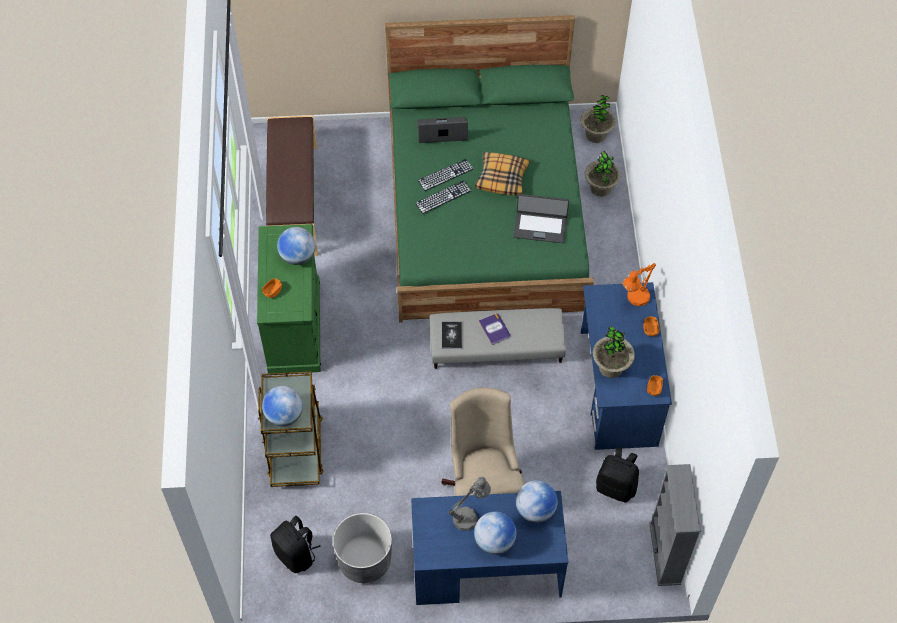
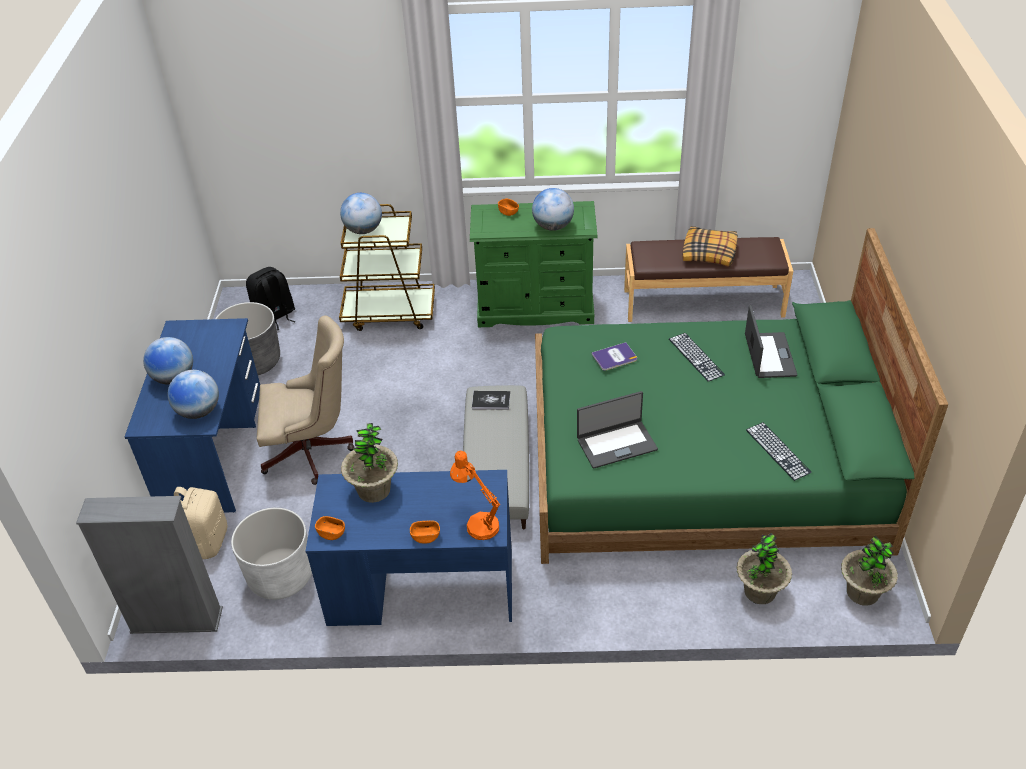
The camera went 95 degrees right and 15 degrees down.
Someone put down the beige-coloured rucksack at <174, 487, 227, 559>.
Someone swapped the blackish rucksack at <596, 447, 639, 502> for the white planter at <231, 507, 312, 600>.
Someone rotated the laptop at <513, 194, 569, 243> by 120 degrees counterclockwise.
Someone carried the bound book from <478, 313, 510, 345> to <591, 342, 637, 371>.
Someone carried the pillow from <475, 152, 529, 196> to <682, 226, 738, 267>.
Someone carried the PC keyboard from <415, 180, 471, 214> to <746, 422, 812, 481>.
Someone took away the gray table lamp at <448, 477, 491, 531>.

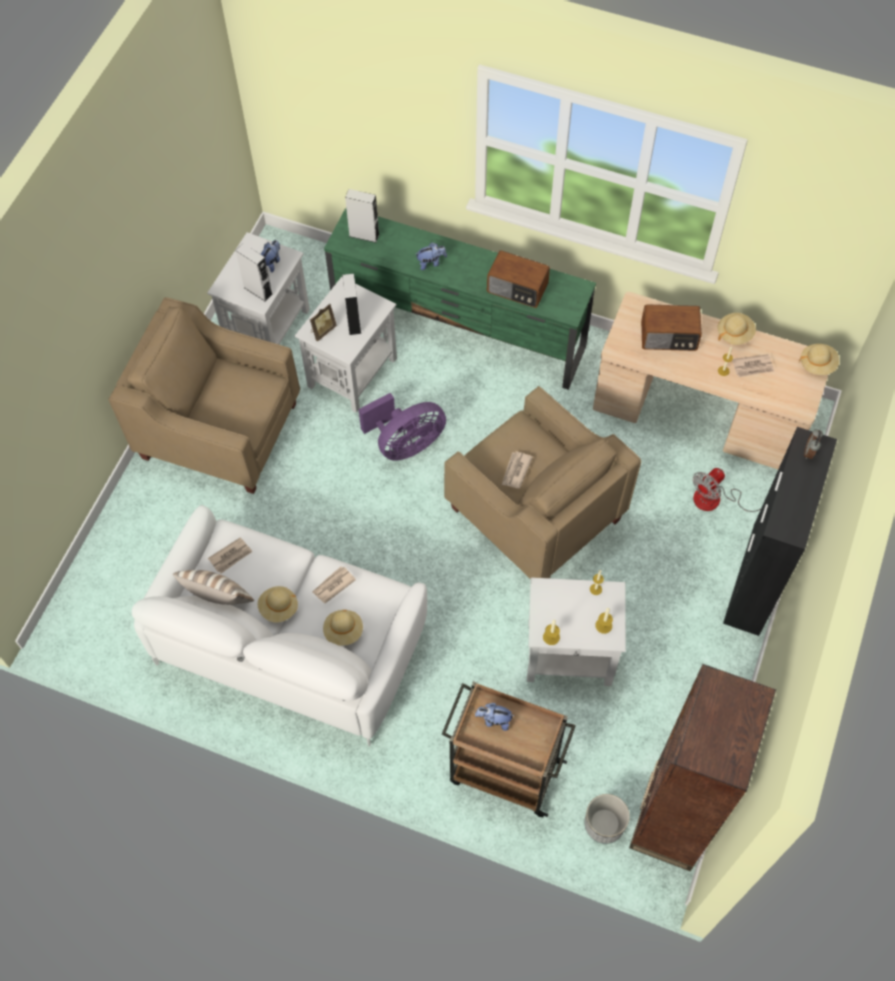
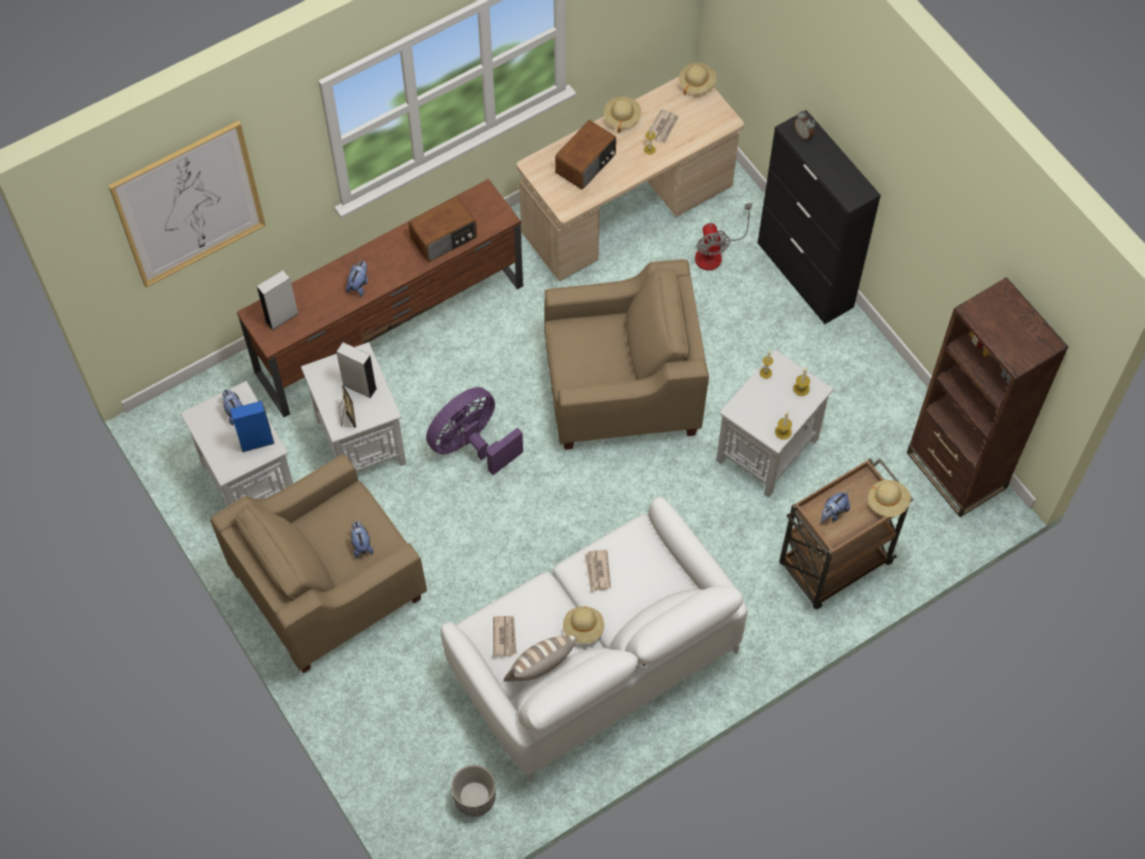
The camera went 55 degrees left and 0 degrees up.
Someone put up the wall picture at <108, 120, 266, 288>.
Someone repainted the gray audio speaker at <236, 243, 273, 302>, which became the blue-coloured audio speaker at <230, 401, 274, 452>.
Someone repainted the green media console at <324, 208, 596, 390>, which became the brown media console at <237, 179, 523, 417>.
Someone put down the soft toy at <351, 521, 373, 558>.
Someone rotated the purple electric fan at <358, 393, 446, 461> by 135 degrees counterclockwise.
Someone carried the planter from <585, 794, 630, 844> to <451, 765, 496, 817>.
Someone carried the beige-coloured clothing hat from <323, 610, 363, 646> to <868, 480, 911, 517>.
Someone took away the newspaper at <502, 451, 533, 488>.

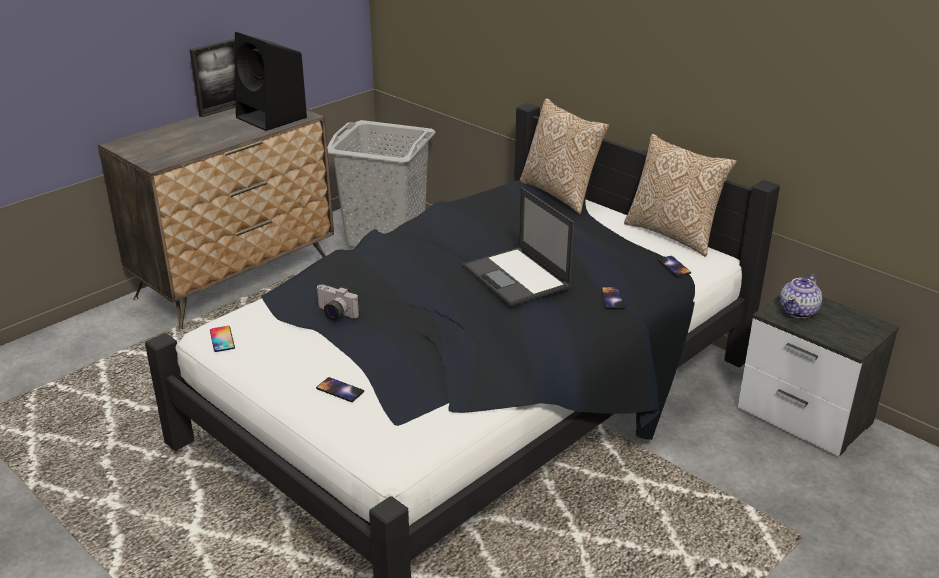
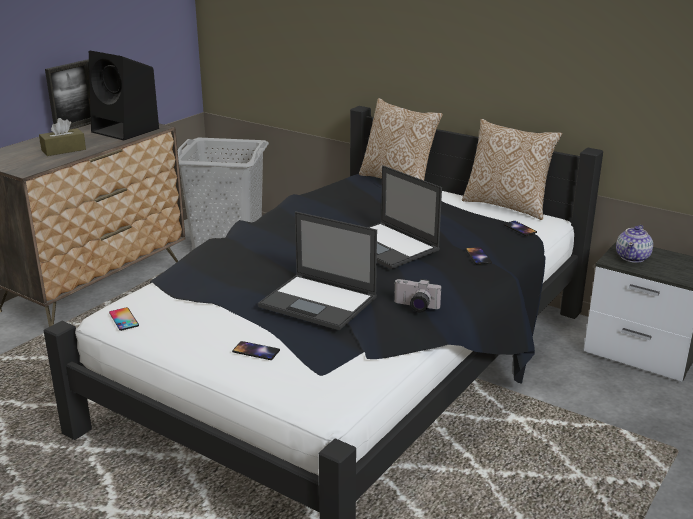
The camera went 10 degrees left and 5 degrees down.
Someone put down the brown tissue box at <39, 118, 86, 156>.
Someone put down the laptop at <258, 211, 377, 330>.
Someone carried the still camera from <317, 285, 360, 320> to <394, 279, 442, 312>.

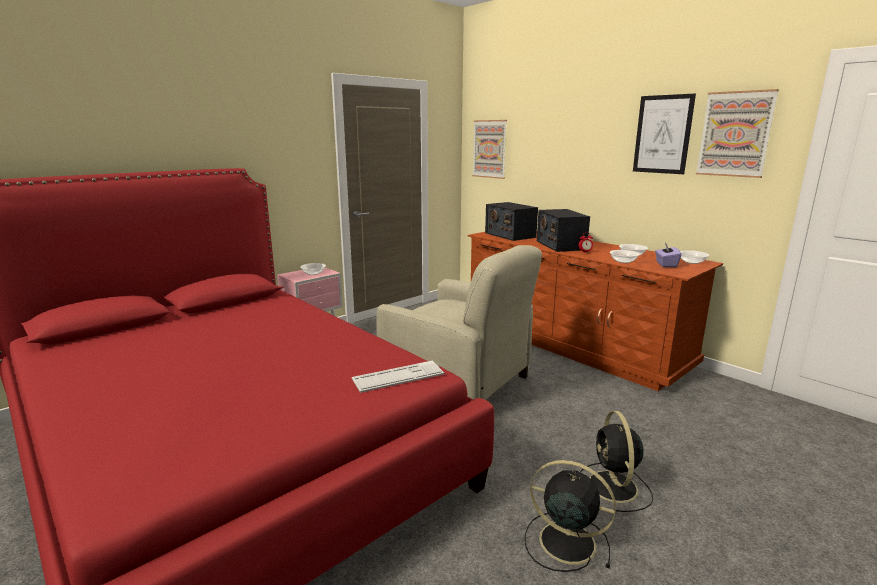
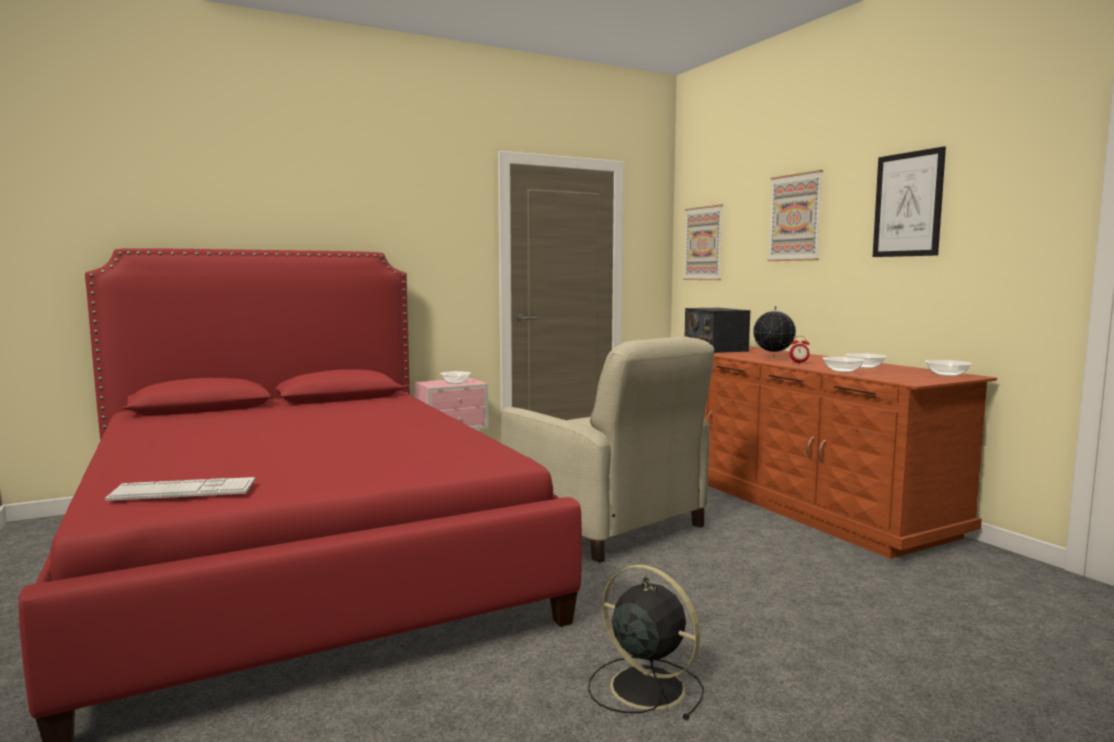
The camera went 15 degrees right and 10 degrees down.
Someone carried the PC keyboard from <352, 360, 444, 393> to <105, 477, 255, 501>.
Someone swapped the radio receiver at <537, 209, 590, 252> for the world globe at <753, 306, 796, 358>.
Someone carried the wall picture from <696, 89, 779, 178> to <767, 170, 823, 261>.
Someone took away the blackish electric fan at <580, 411, 653, 512>.
Someone took away the purple tissue box at <655, 243, 681, 267>.

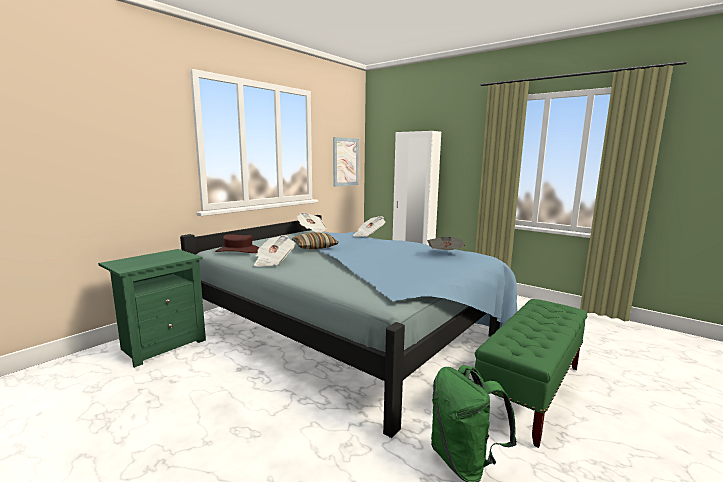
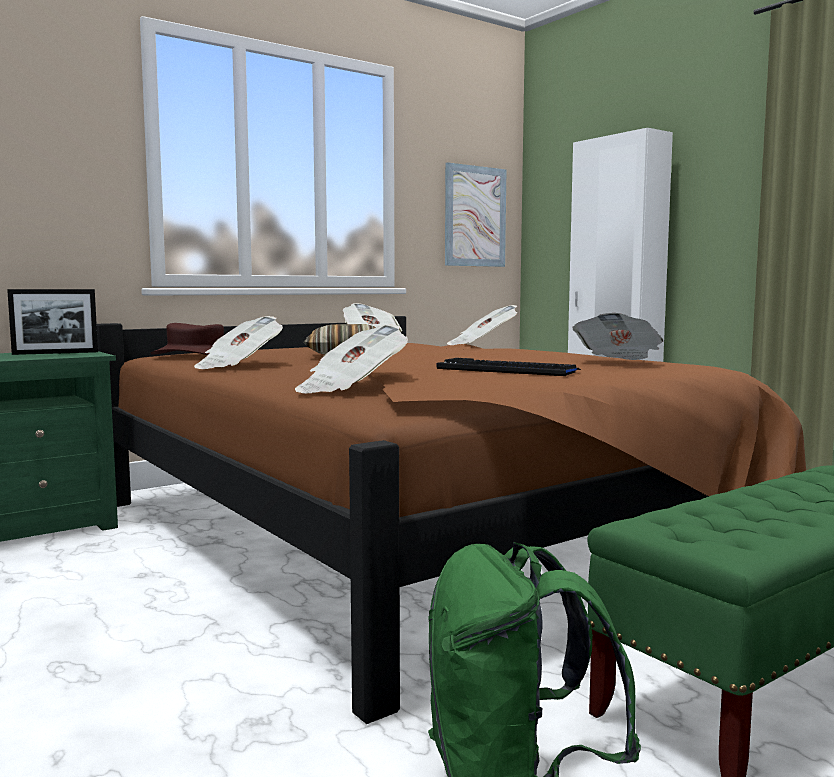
The camera went 15 degrees right and 5 degrees down.
Someone put down the picture frame at <7, 289, 98, 355>.
Someone repainted the blue-coloured bed at <180, 215, 518, 438>, which became the brown bed at <97, 316, 806, 724>.
Someone put down the newspaper at <295, 324, 408, 393>.
Someone put down the PC keyboard at <436, 358, 581, 376>.

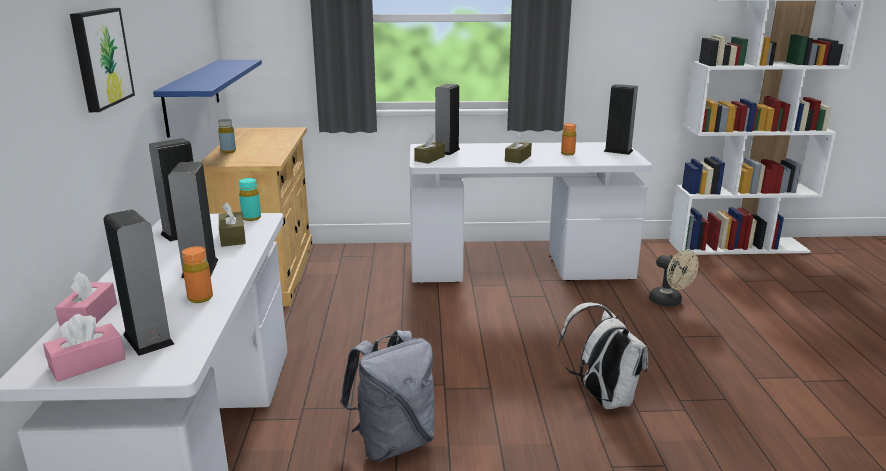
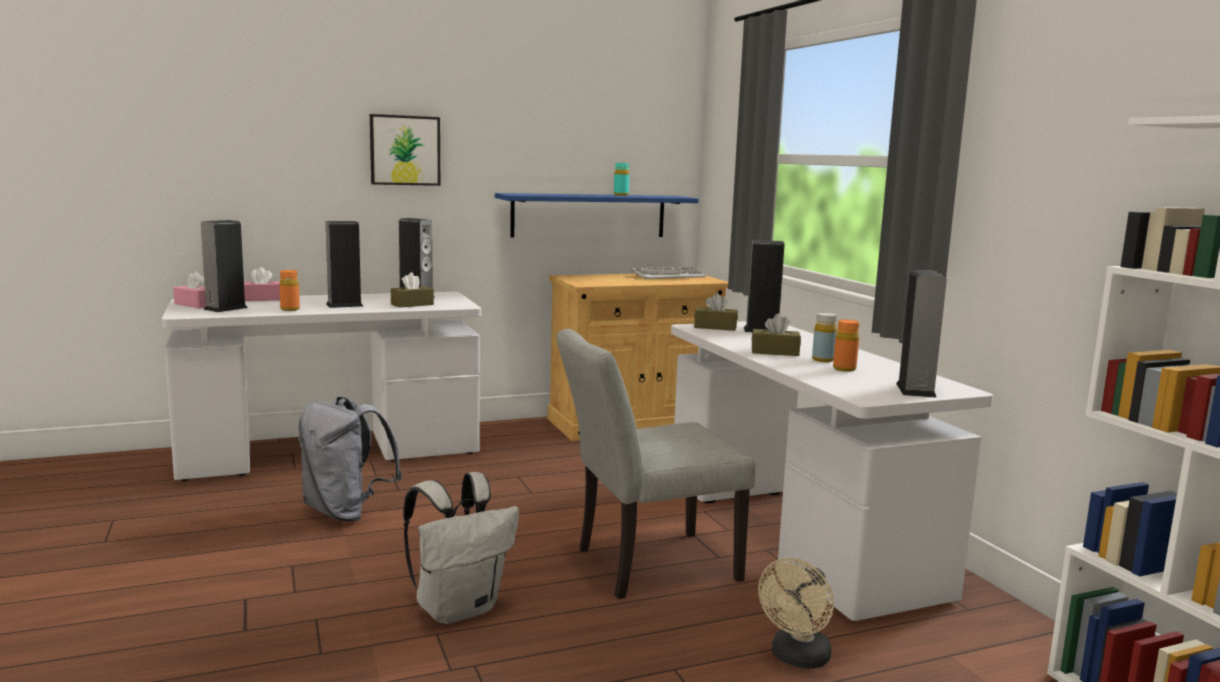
The camera went 70 degrees right and 10 degrees down.
Someone put down the gray plain chair at <557, 329, 756, 599>.
Someone carried the blue-green bottle from <239, 178, 261, 221> to <614, 163, 629, 196>.
Someone put down the PC keyboard at <630, 267, 706, 279>.
Someone carried the yellow-coloured bottle from <218, 119, 236, 153> to <812, 312, 837, 362>.

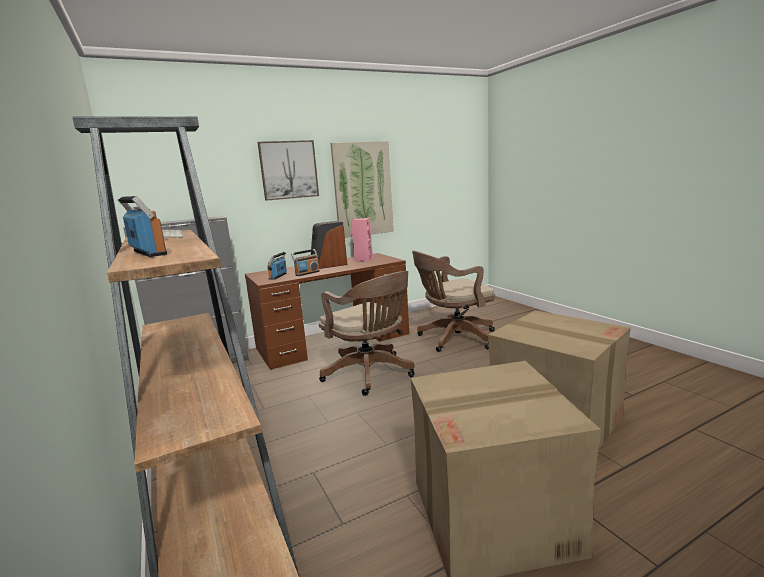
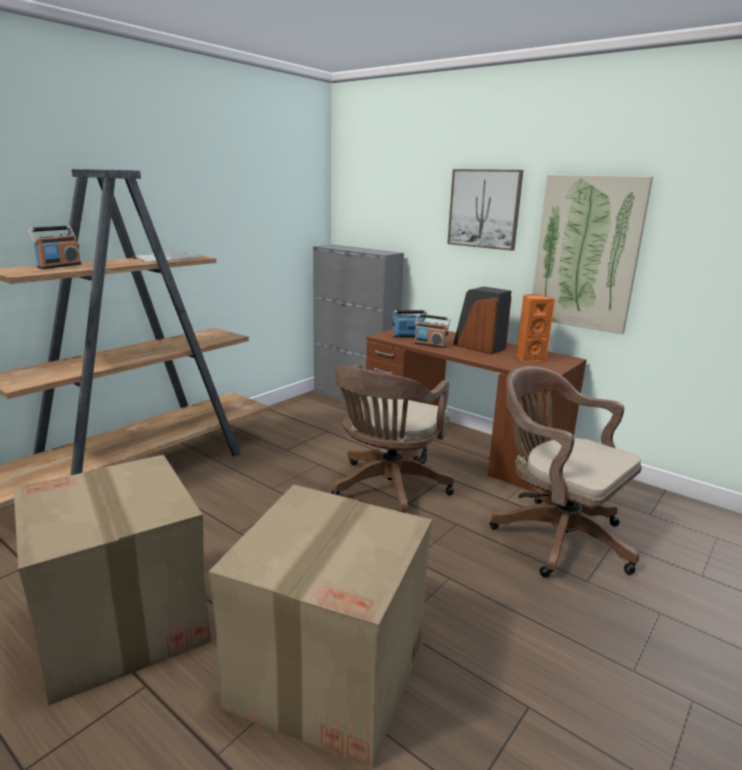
The camera went 65 degrees right and 5 degrees up.
Someone repainted the pink audio speaker at <351, 218, 373, 262>, which became the orangey audio speaker at <516, 294, 555, 362>.

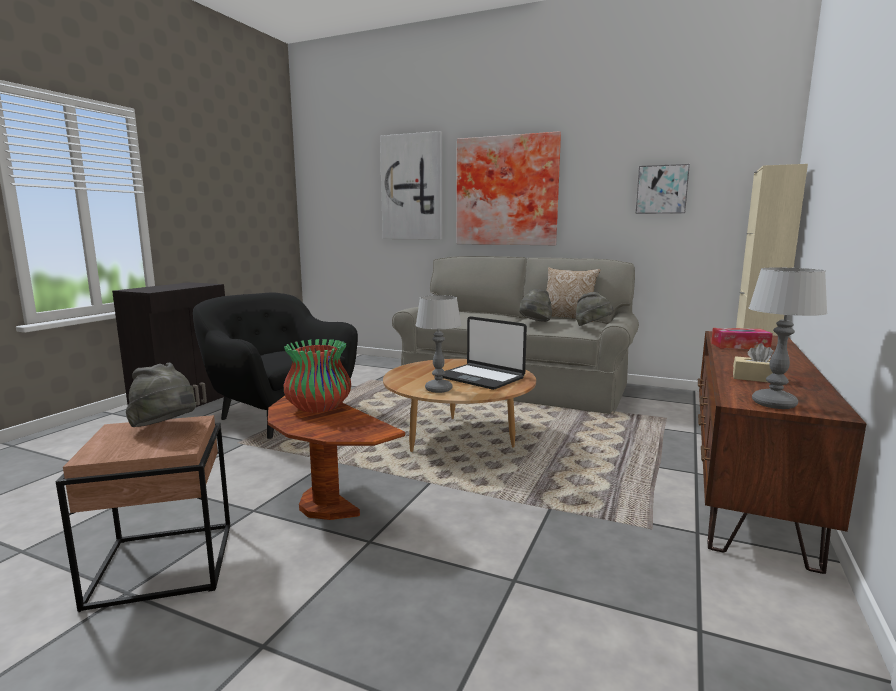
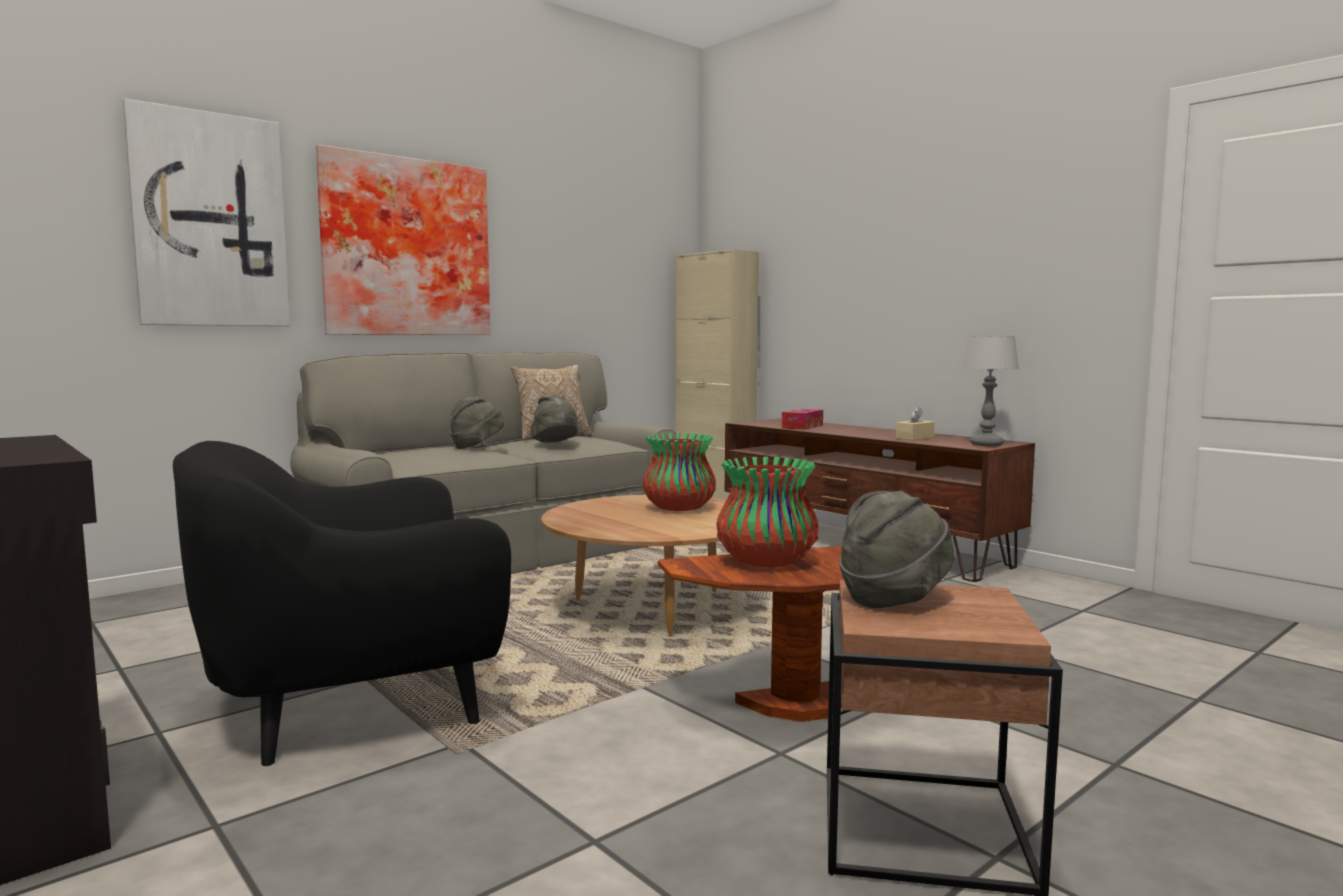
The camera went 65 degrees left and 5 degrees down.
Someone carried the gray clothing hat from <575, 292, 614, 326> to <450, 396, 504, 449>.
Someone swapped the laptop at <443, 316, 527, 390> for the decorative vase at <643, 433, 716, 511>.
Someone took away the table lamp at <416, 295, 461, 393>.
Someone took away the wall picture at <636, 164, 690, 214>.

